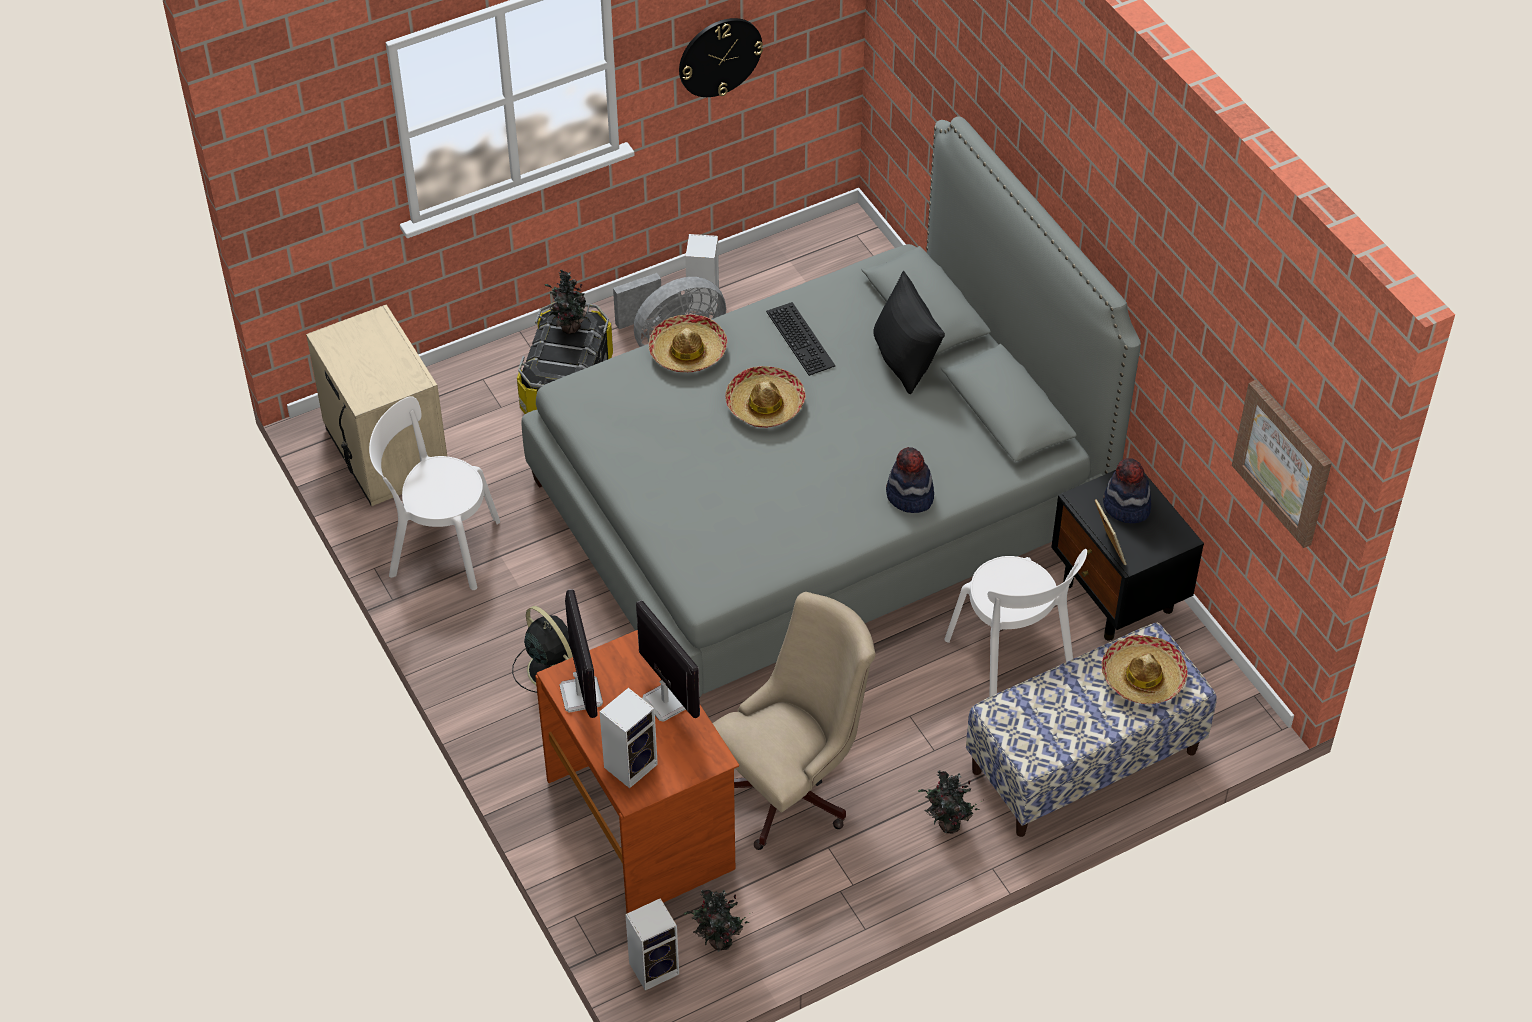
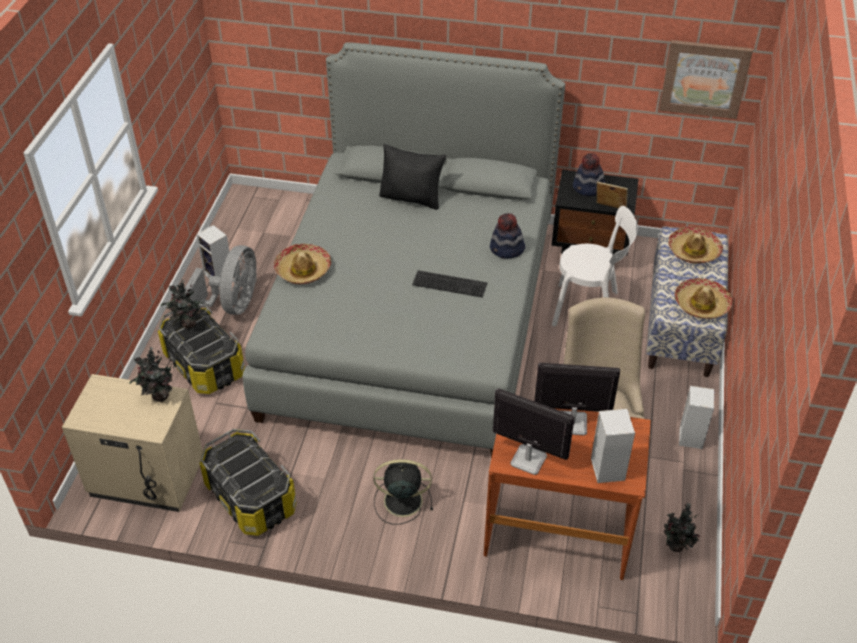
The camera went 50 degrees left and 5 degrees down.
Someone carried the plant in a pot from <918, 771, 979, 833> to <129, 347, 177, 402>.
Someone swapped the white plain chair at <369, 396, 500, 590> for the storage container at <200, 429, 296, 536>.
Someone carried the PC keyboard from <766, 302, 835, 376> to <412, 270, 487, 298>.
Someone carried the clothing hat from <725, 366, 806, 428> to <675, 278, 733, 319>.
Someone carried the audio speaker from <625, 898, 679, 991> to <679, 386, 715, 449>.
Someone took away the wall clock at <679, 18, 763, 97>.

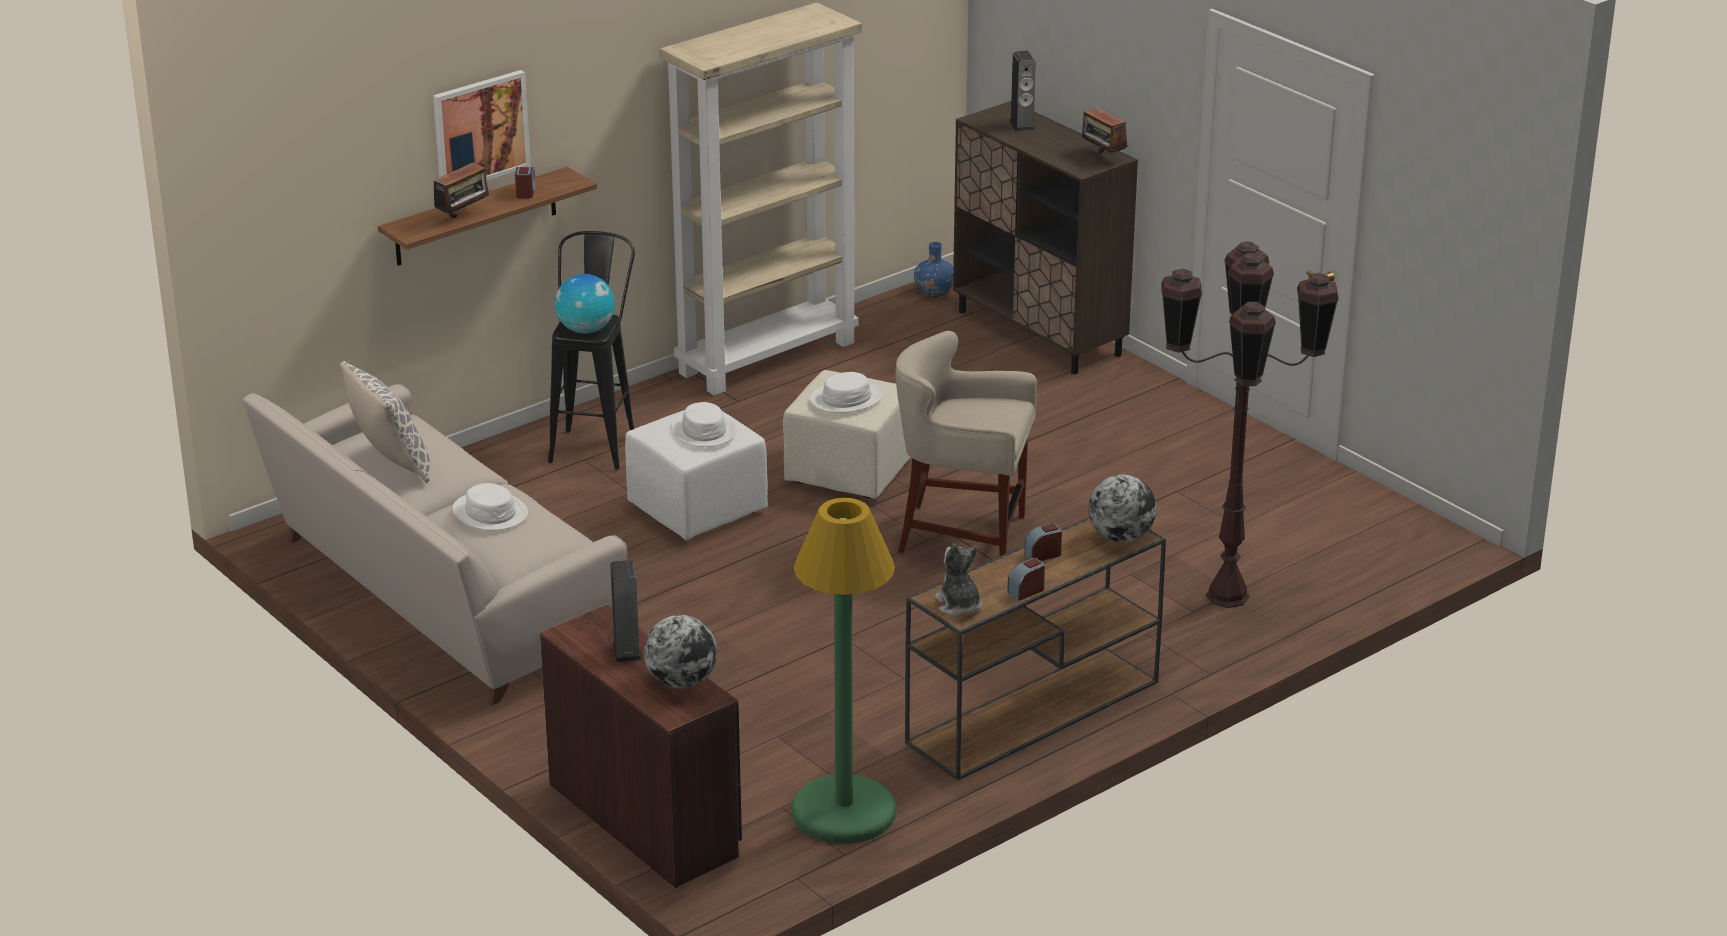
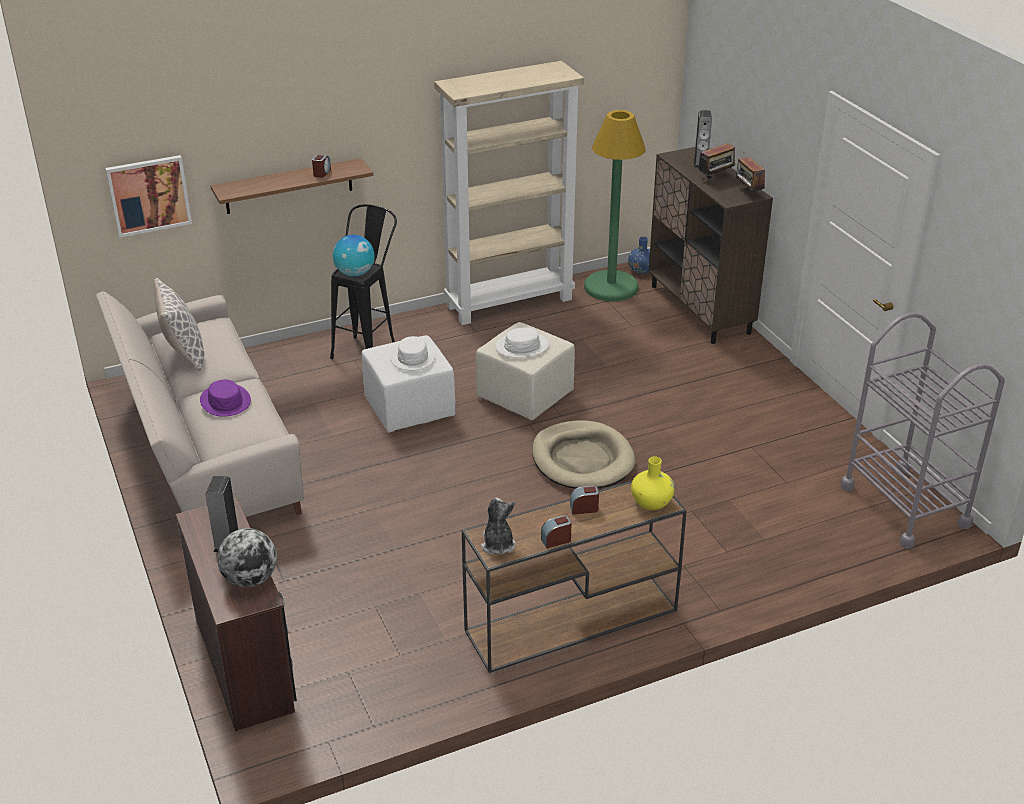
The camera went 15 degrees right and 5 degrees up.
Someone carried the wall picture from <433, 70, 531, 180> to <105, 155, 192, 238>.
Someone repainted the white clothing hat at <453, 483, 528, 530>, which became the purple clothing hat at <200, 380, 251, 417>.
Someone swapped the beige-coloured stool at <895, 331, 1037, 556> for the beige-coloured pet bed at <532, 420, 635, 489>.
Someone carried the green standard lamp from <792, 498, 896, 844> to <584, 110, 645, 301>.
Someone swapped the world globe at <1089, 474, 1156, 542> for the yellow-coloured decorative vase at <631, 456, 675, 510>.
Someone carried the radio receiver from <434, 162, 491, 220> to <698, 143, 737, 179>.
Someone put down the gray trolley at <840, 312, 1005, 549>.
Someone took away the brown standard lamp at <1161, 241, 1339, 608>.

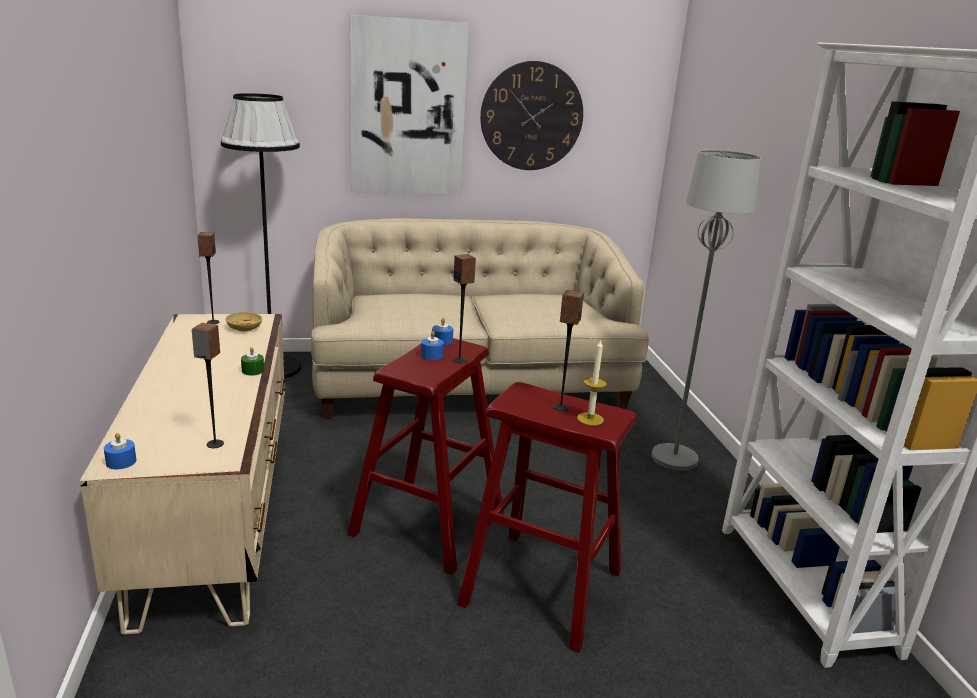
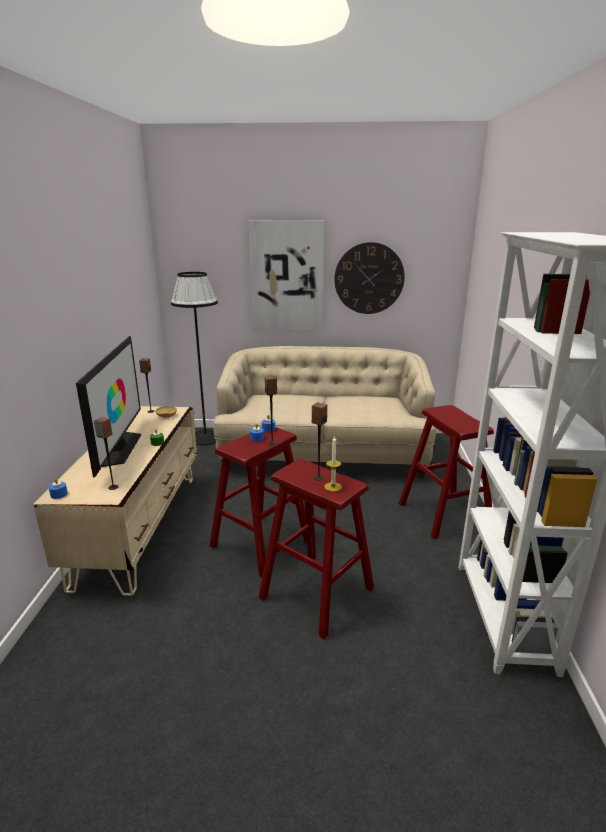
The camera went 15 degrees right and 0 degrees up.
Someone put down the TV at <76, 336, 141, 477>.
Someone swapped the gray standard lamp at <651, 150, 761, 471> for the red-coloured stool at <399, 405, 494, 539>.

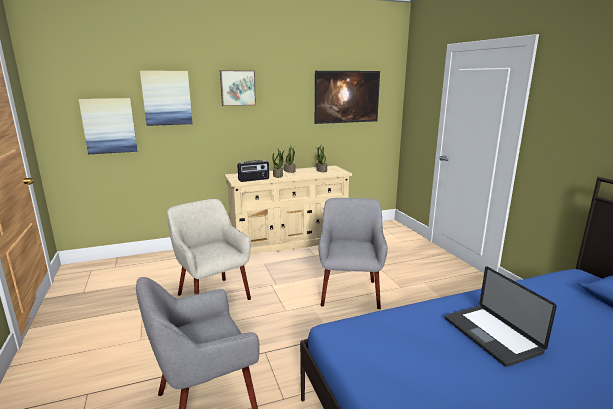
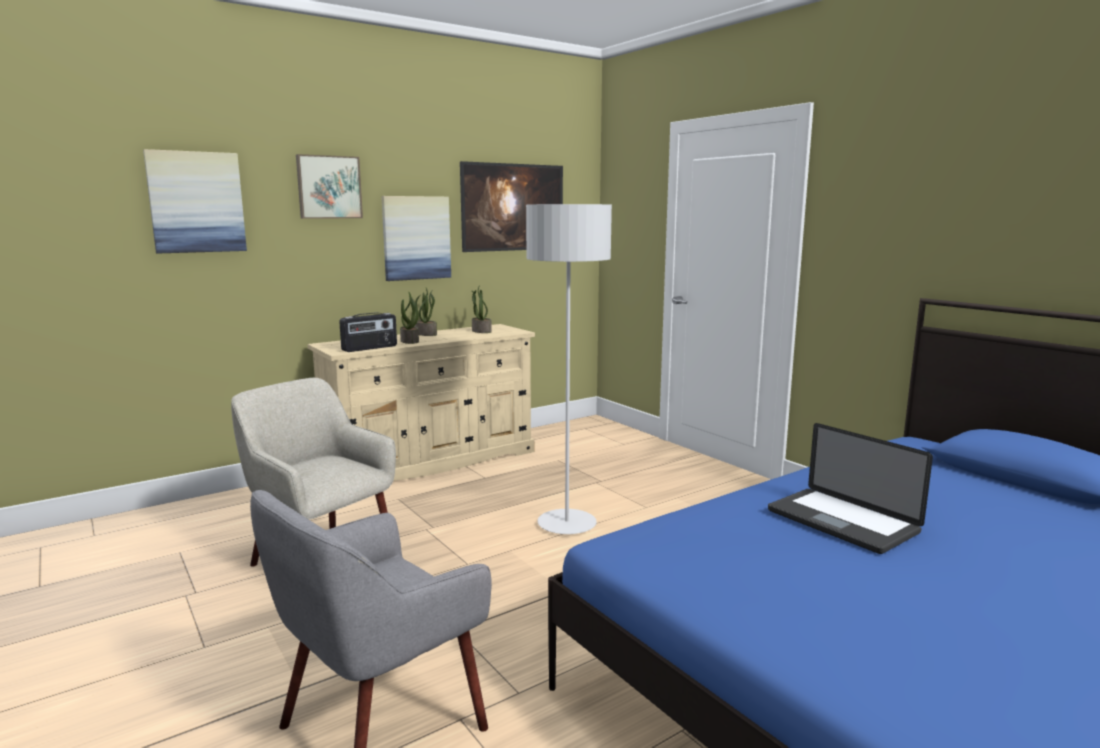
The camera went 15 degrees left and 5 degrees down.
Someone carried the wall picture from <79, 98, 137, 154> to <381, 196, 451, 281>.
Someone swapped the gray lounge chair at <318, 198, 388, 309> for the gray standard lamp at <526, 204, 612, 534>.

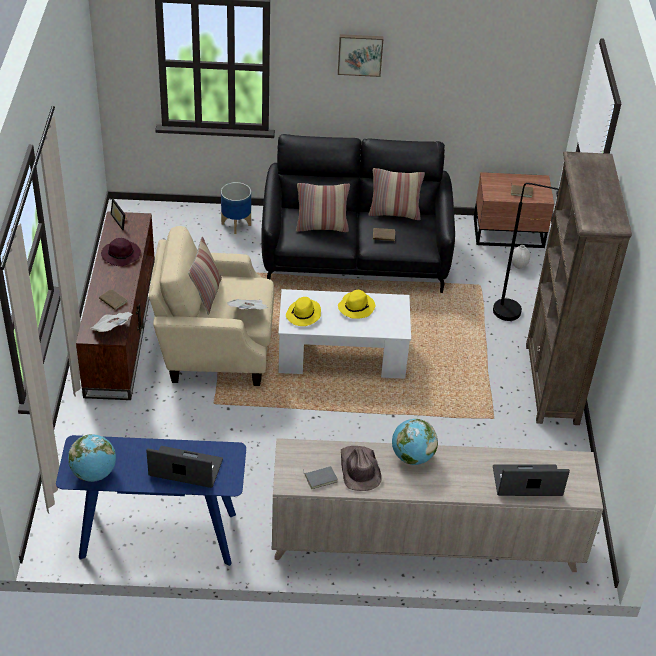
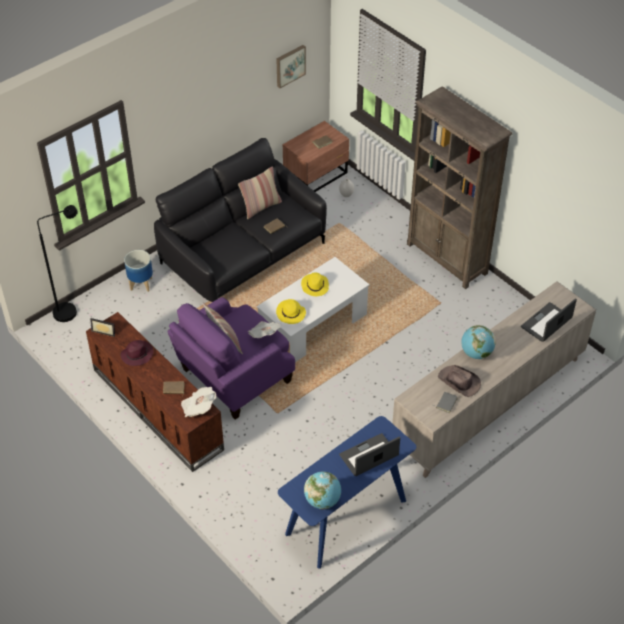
The camera went 40 degrees left and 5 degrees up.
Someone carried the blackish standard lamp from <493, 183, 559, 321> to <37, 205, 78, 322>.
Someone repainted the beige-coloured lounge chair at <149, 226, 274, 386>, which became the purple lounge chair at <167, 297, 295, 420>.
Someone carried the wall picture from <338, 34, 383, 77> to <276, 45, 306, 88>.
Someone took away the pillow at <296, 183, 350, 232>.

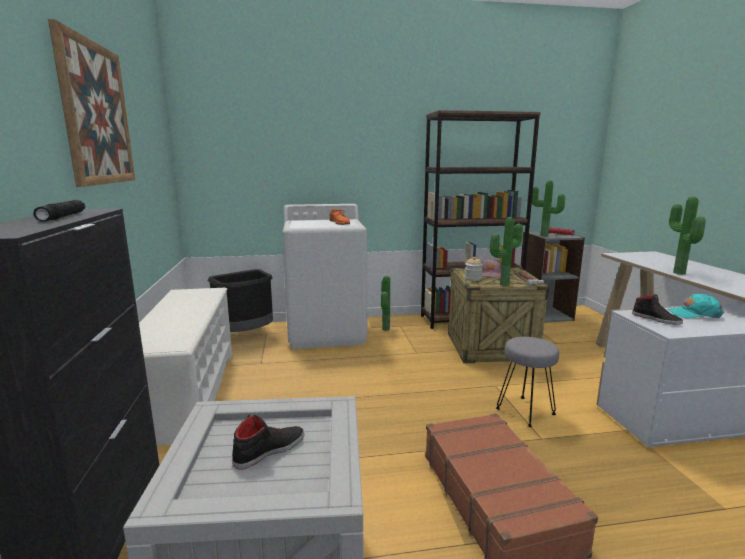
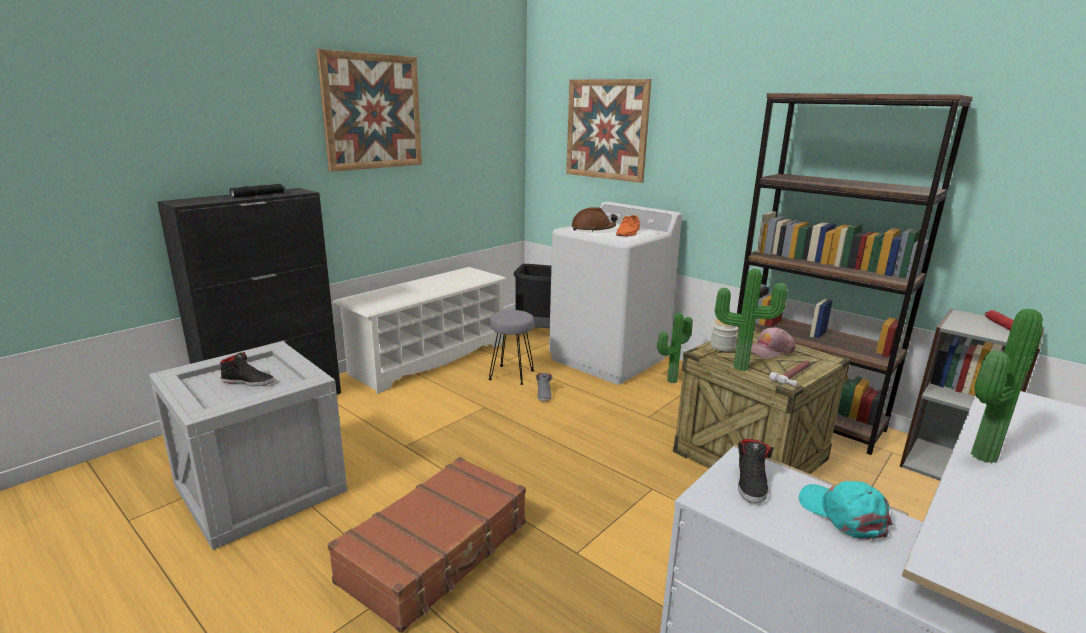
The camera went 50 degrees right and 5 degrees up.
Someone carried the gray stool from <496, 337, 559, 427> to <489, 310, 534, 385>.
Someone put down the gray low shoe at <536, 373, 553, 401>.
Someone put up the wall picture at <566, 79, 652, 183>.
Someone put down the brown hard hat at <571, 207, 618, 232>.
Someone took away the plant in a pot at <532, 180, 565, 237>.

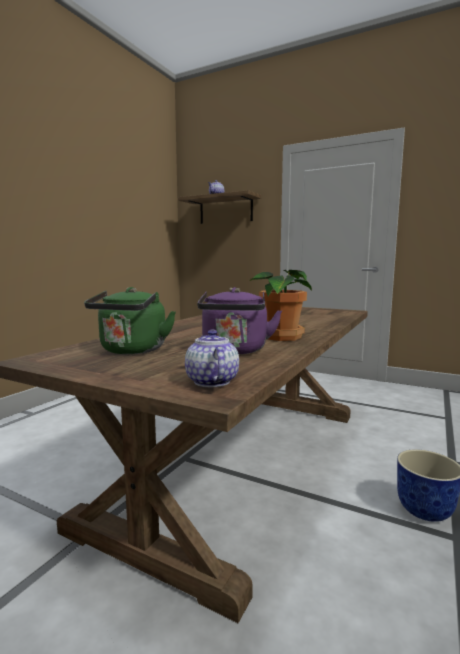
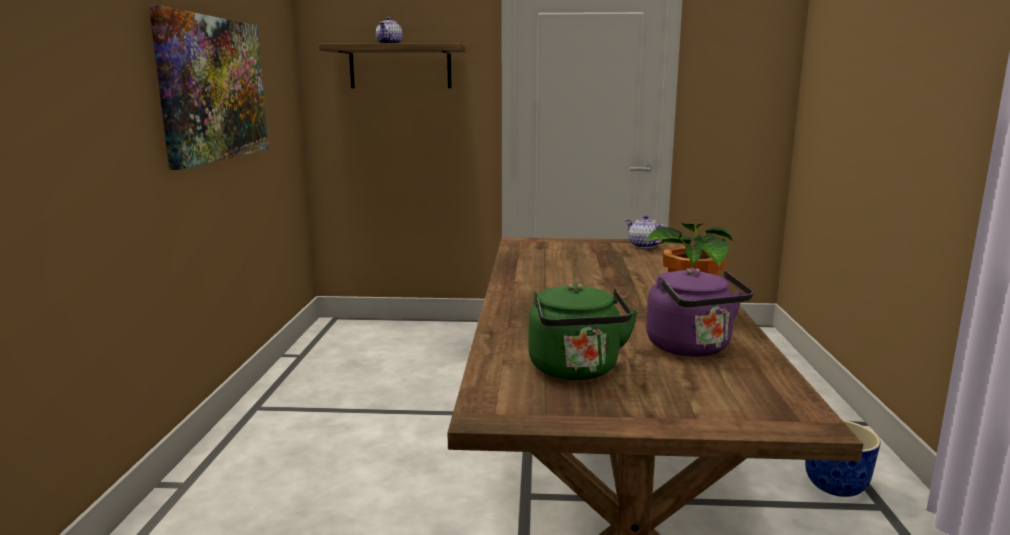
The camera went 25 degrees left and 5 degrees up.
Someone put up the wall picture at <149, 5, 269, 170>.
Someone carried the pot for tea from <185, 330, 239, 387> to <625, 215, 665, 248>.

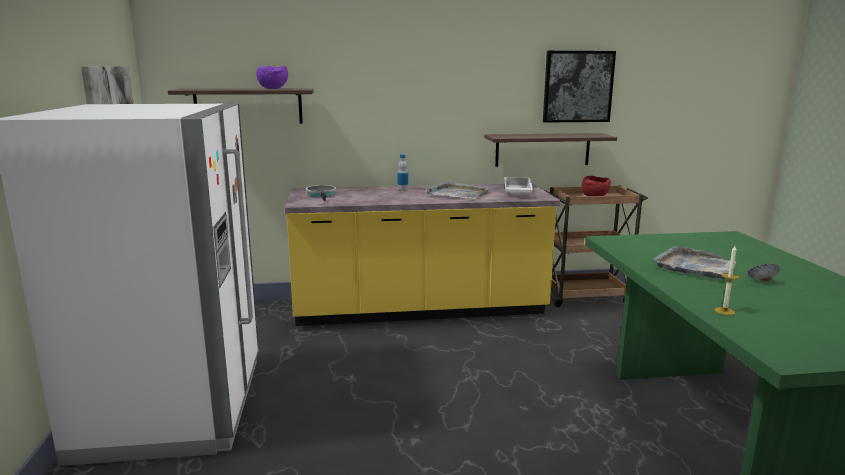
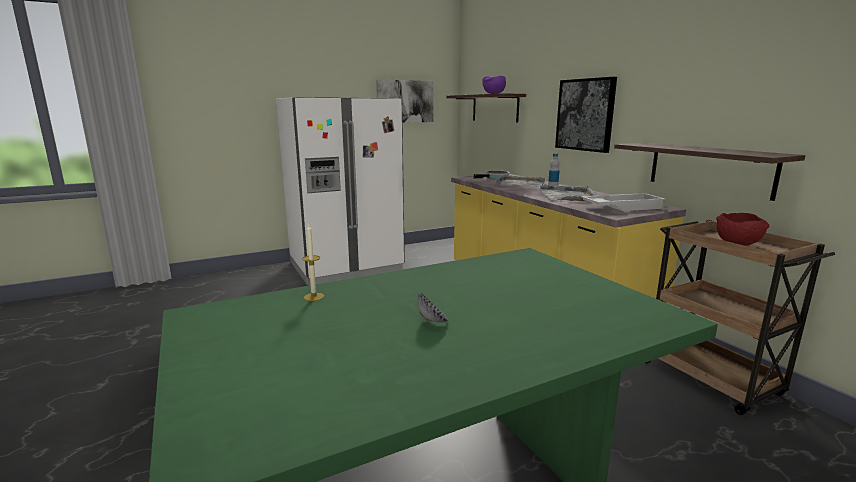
The camera went 70 degrees right and 0 degrees up.
Someone carried the gray serving tray from <653, 246, 736, 279> to <495, 174, 546, 187>.
Someone carried the wall picture from <543, 51, 616, 123> to <555, 77, 617, 153>.

